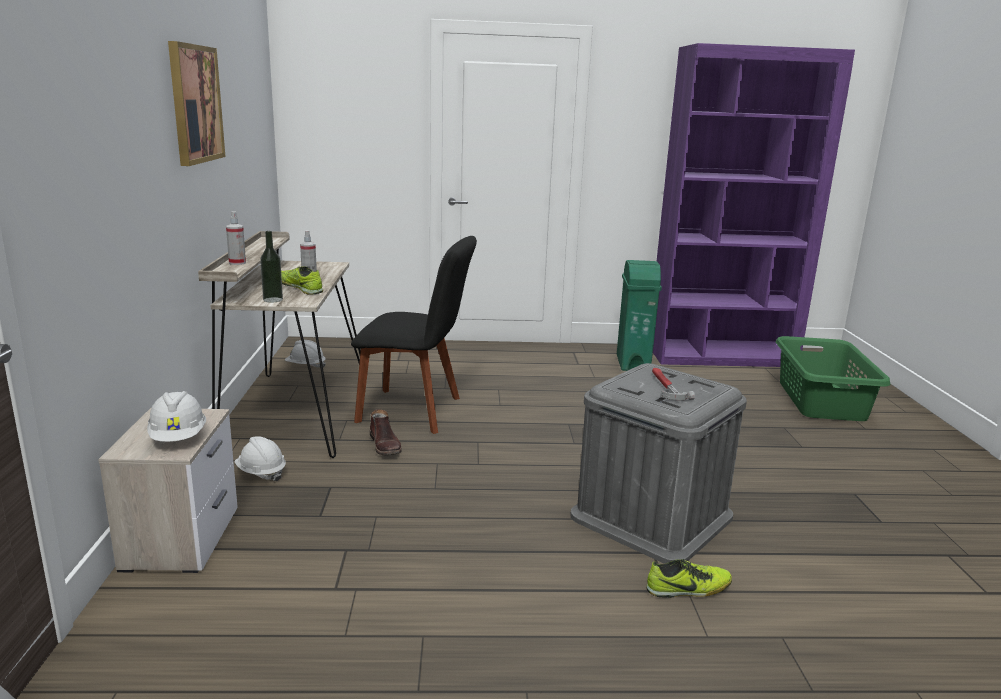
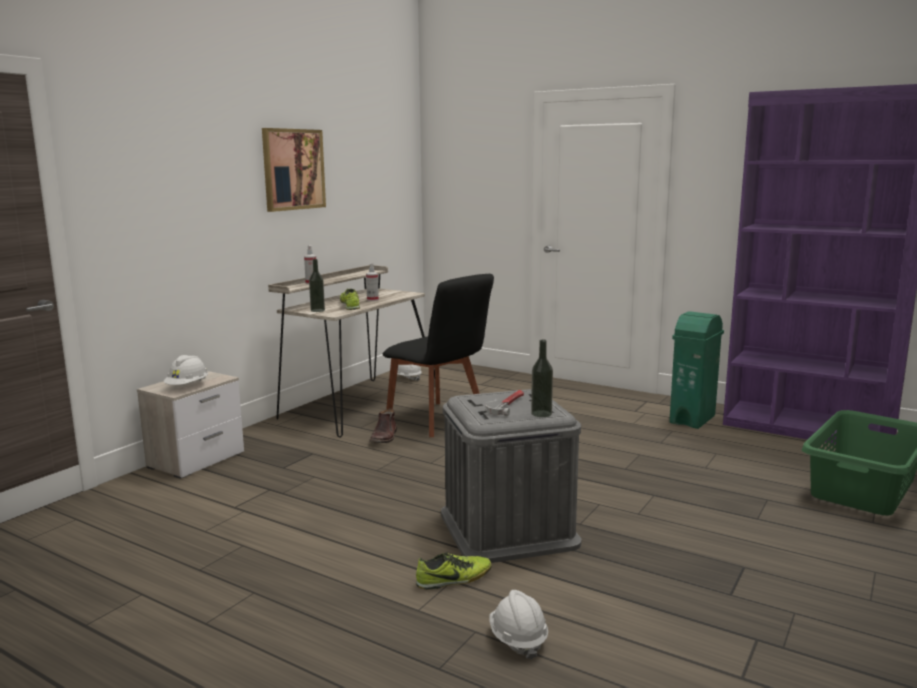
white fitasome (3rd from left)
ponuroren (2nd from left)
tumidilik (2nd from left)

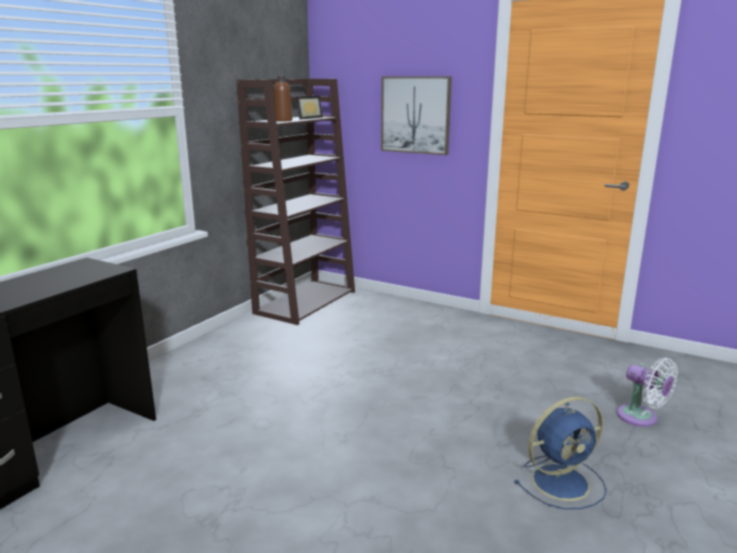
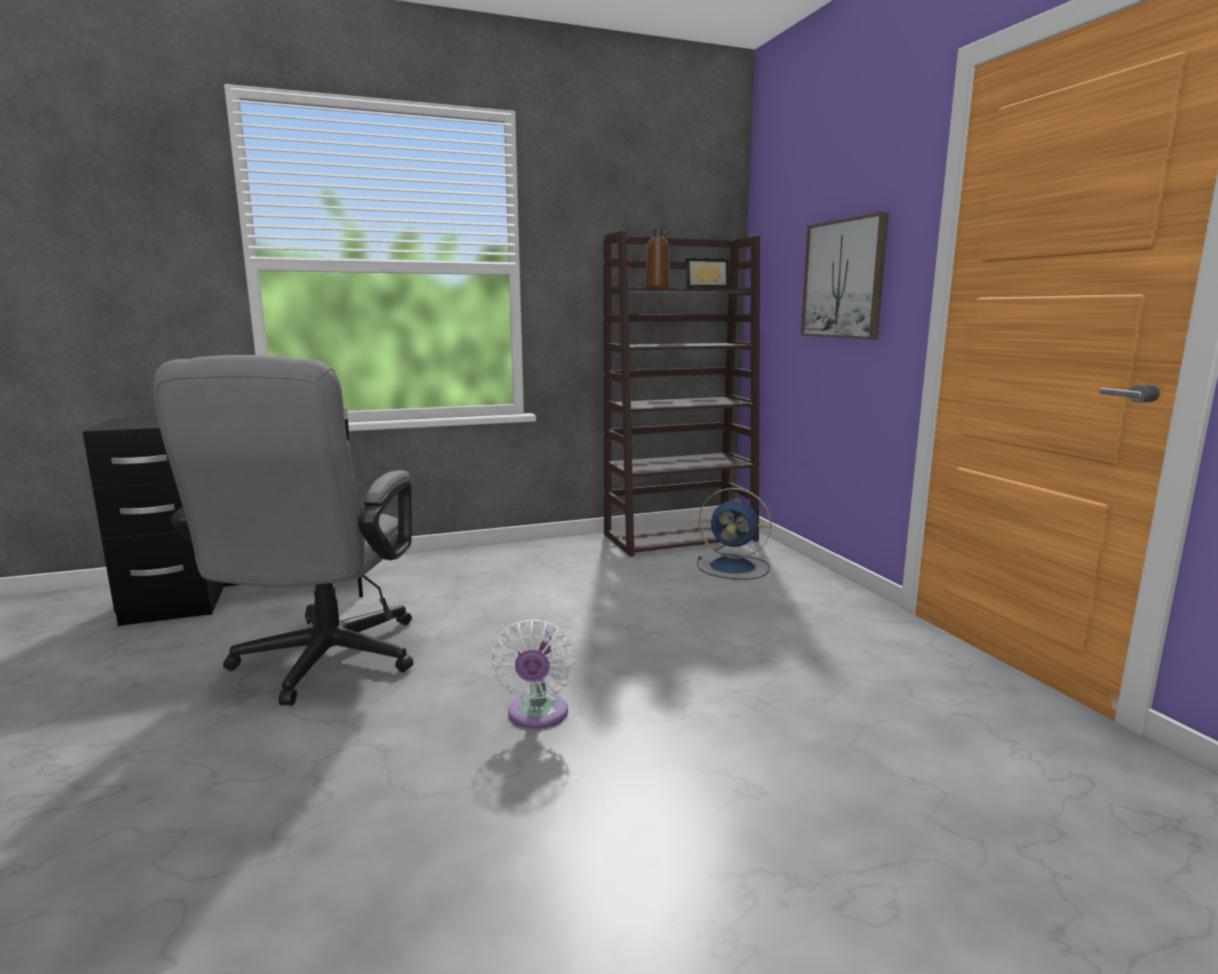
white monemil
blue monemil
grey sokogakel

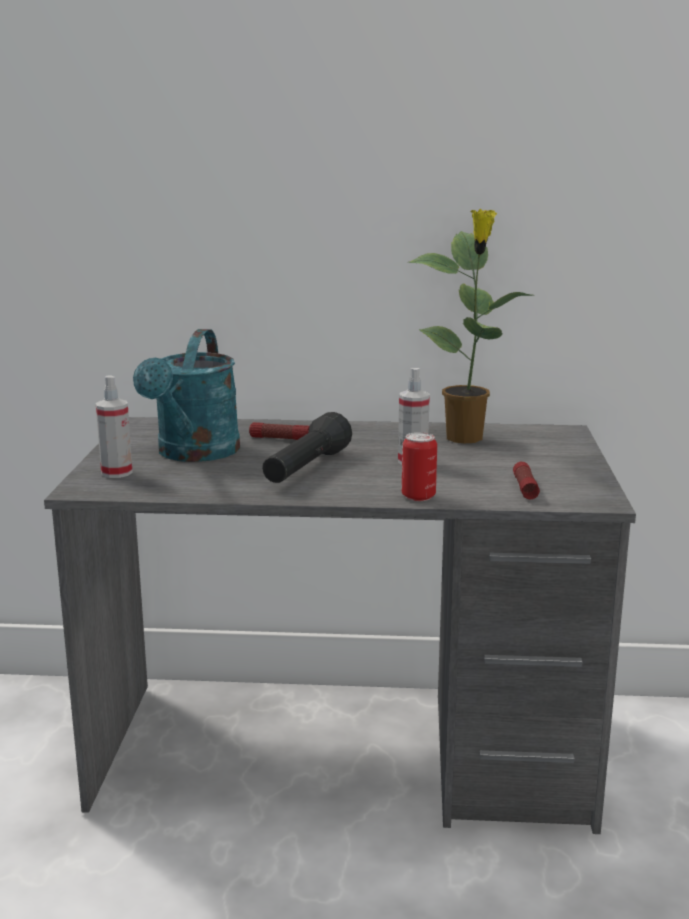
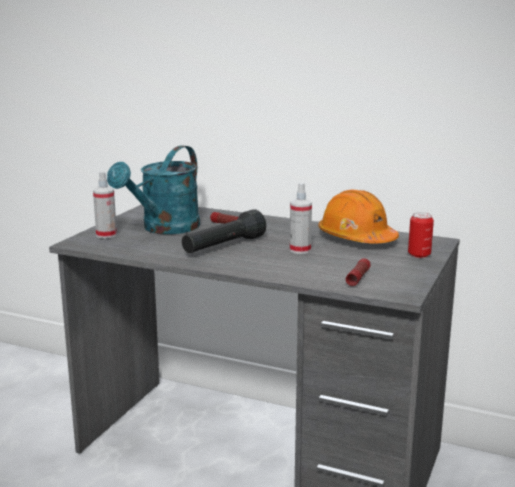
orange fitasome
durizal

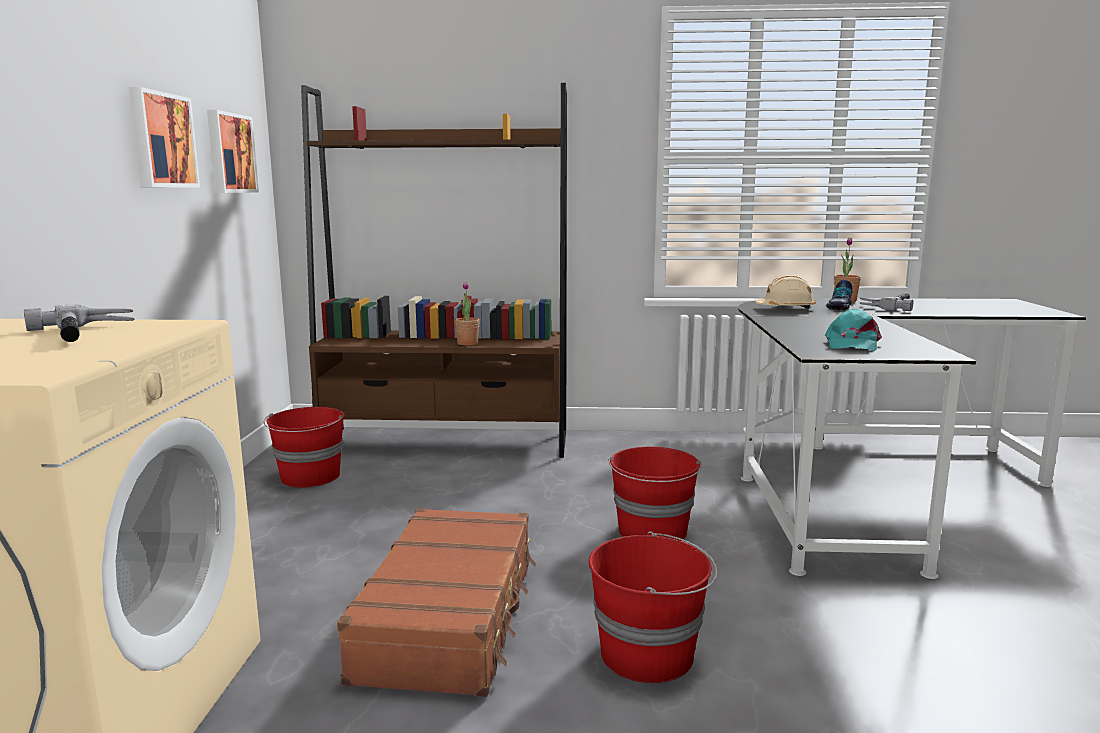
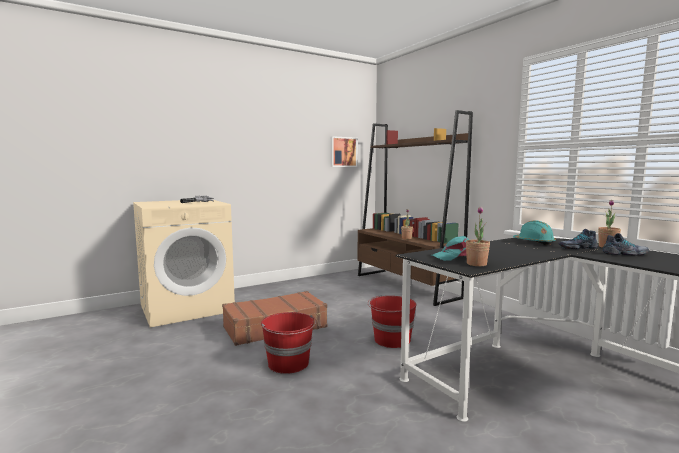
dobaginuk (1st from left in the first image)
turquoise fitasome
ponuroren (2nd from left)
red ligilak (1st from left in the first image)
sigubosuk (2nd from left)

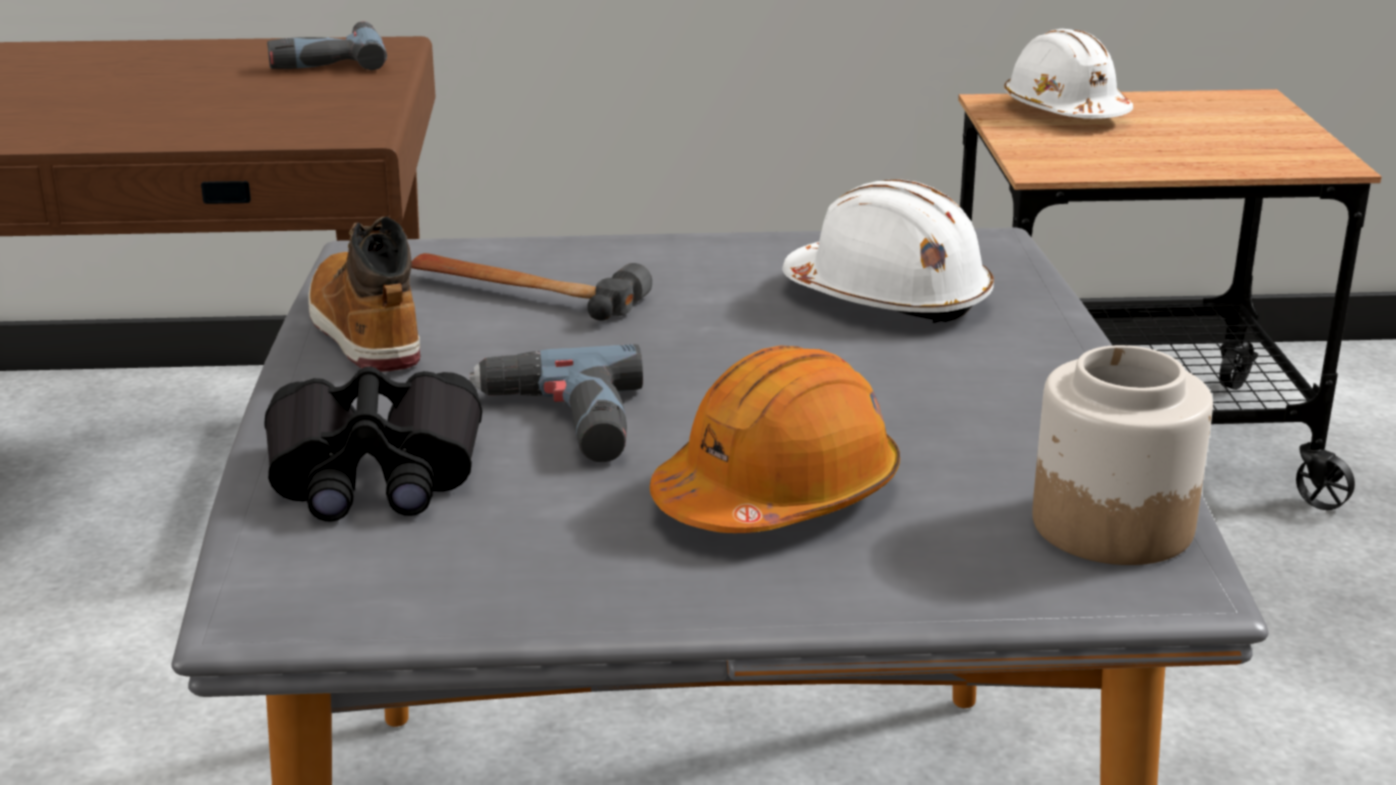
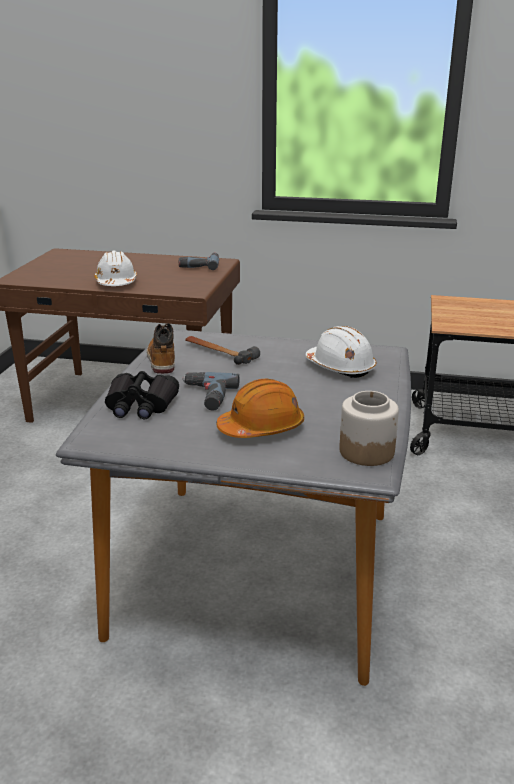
white fitasome (1st from left)

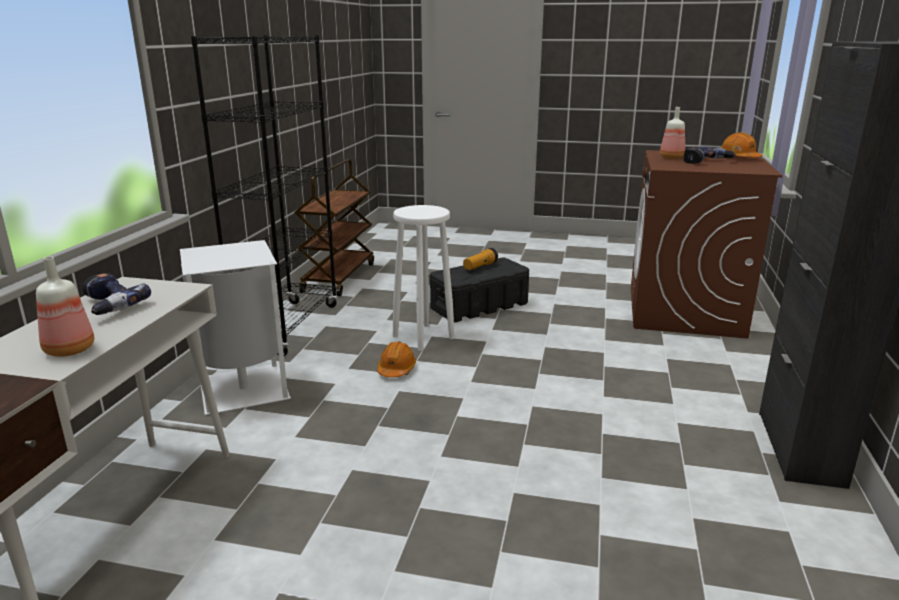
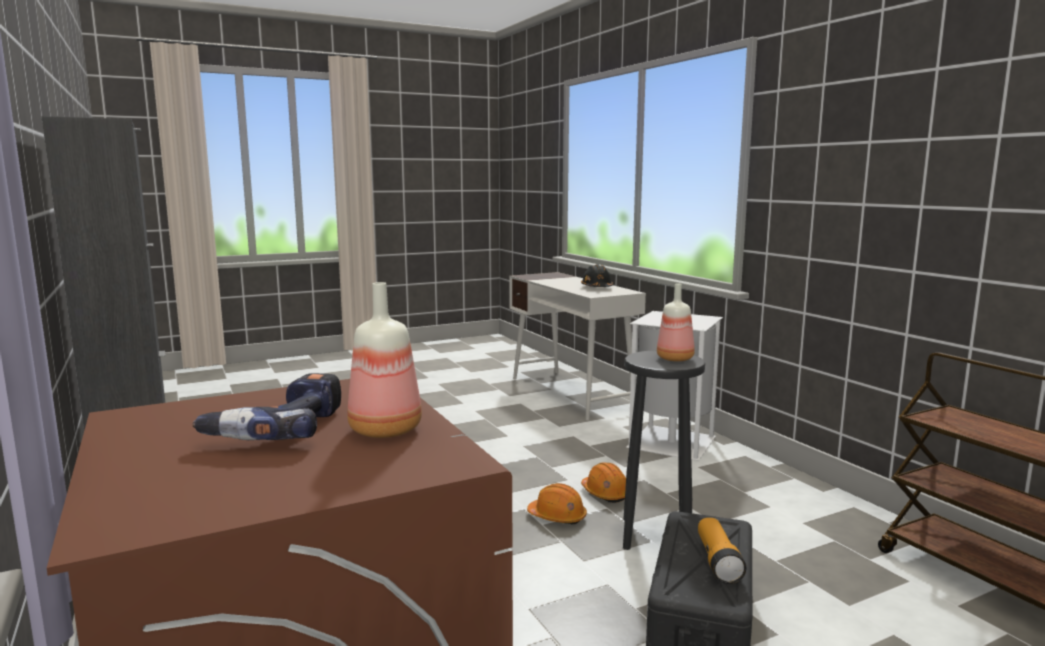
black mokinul
orange fitasome (1st from left)
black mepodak
tumidilik (2nd from left)
black fitasome

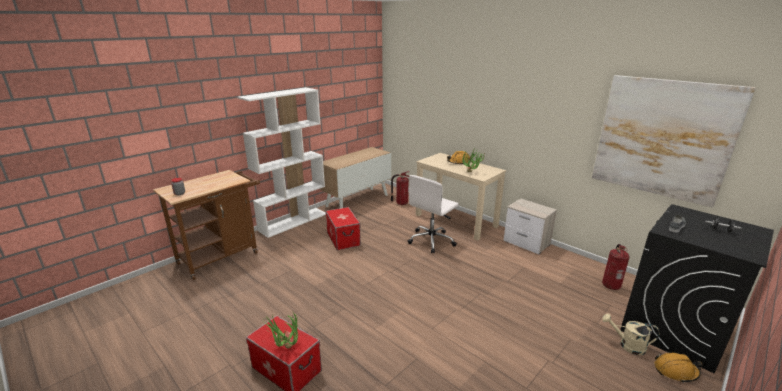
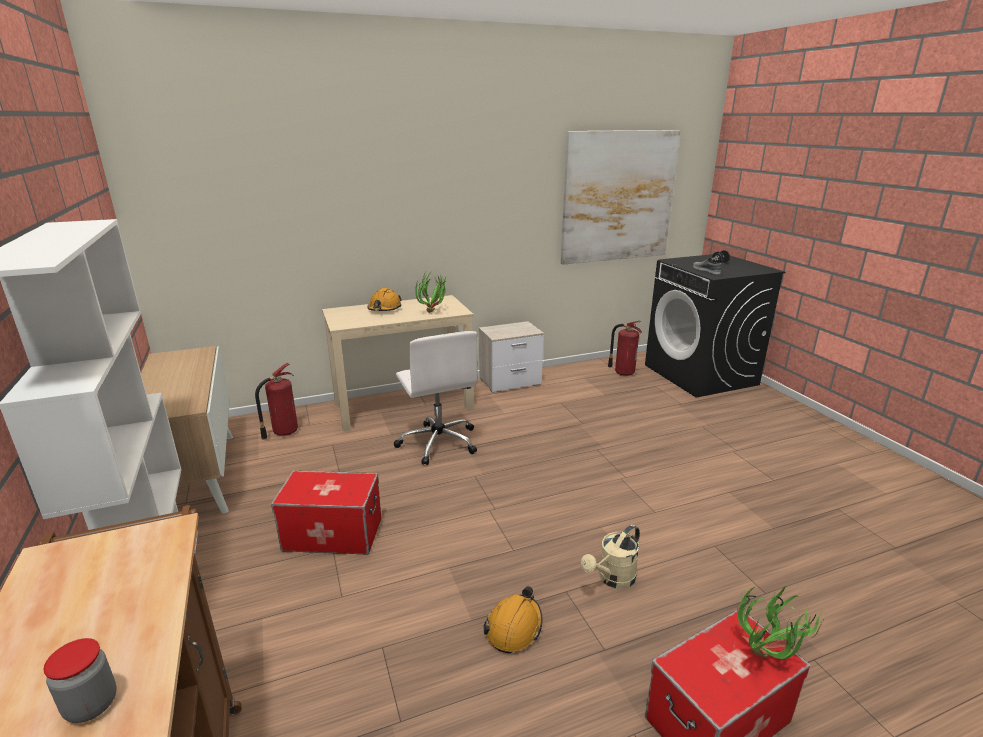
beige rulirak
orange fitasome (2nd from left)

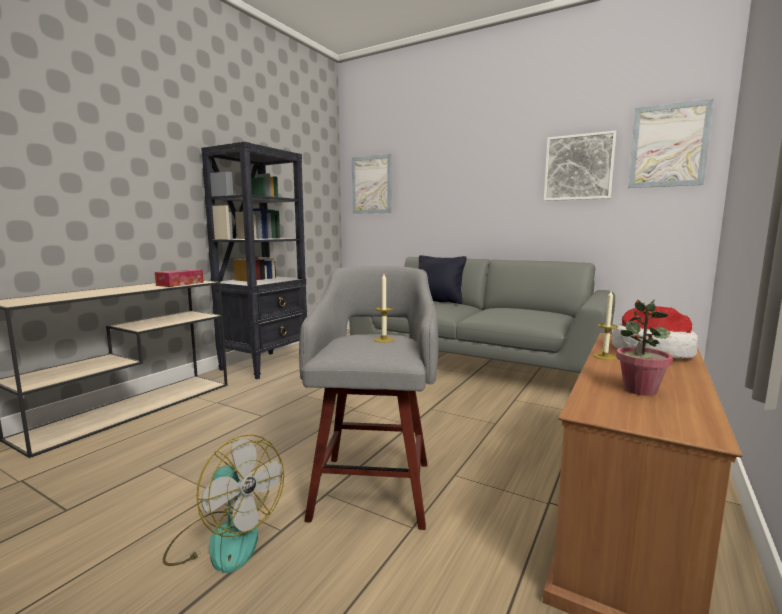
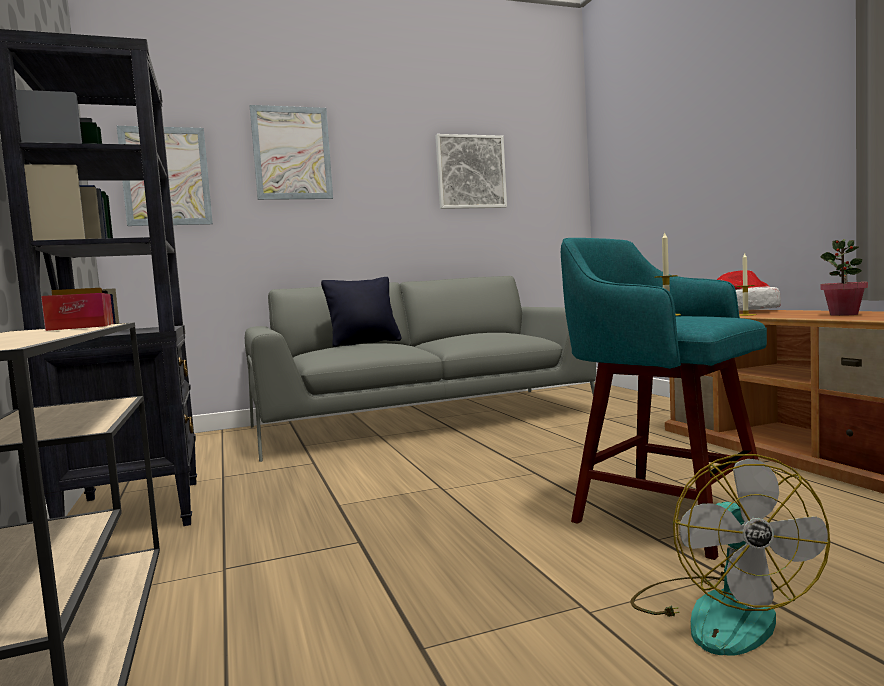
dobaginuk (2nd from left)
turquoise mepodak
monemil

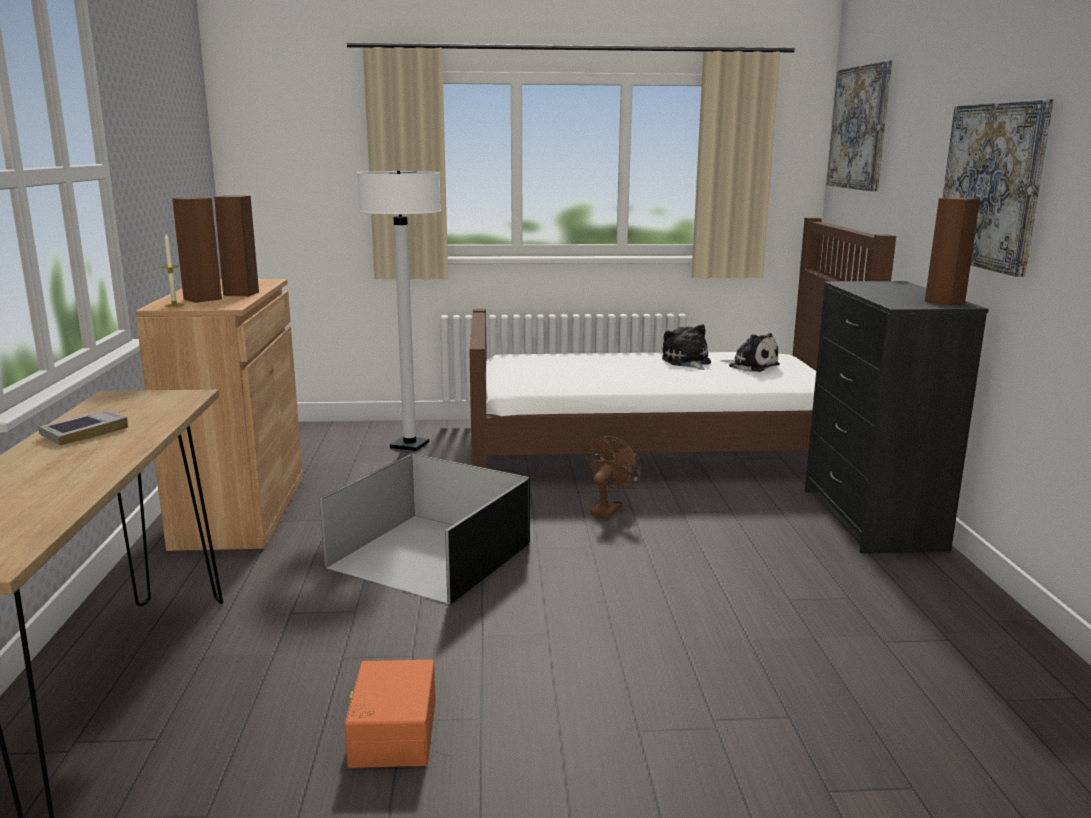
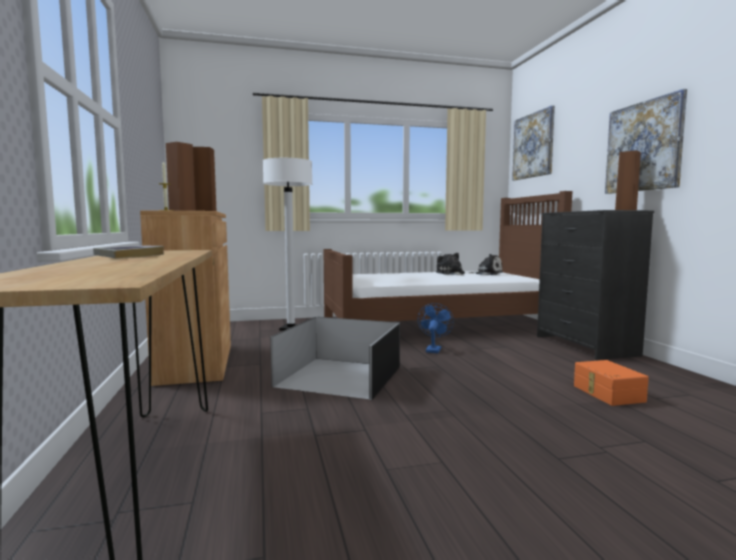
blue monemil
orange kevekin

